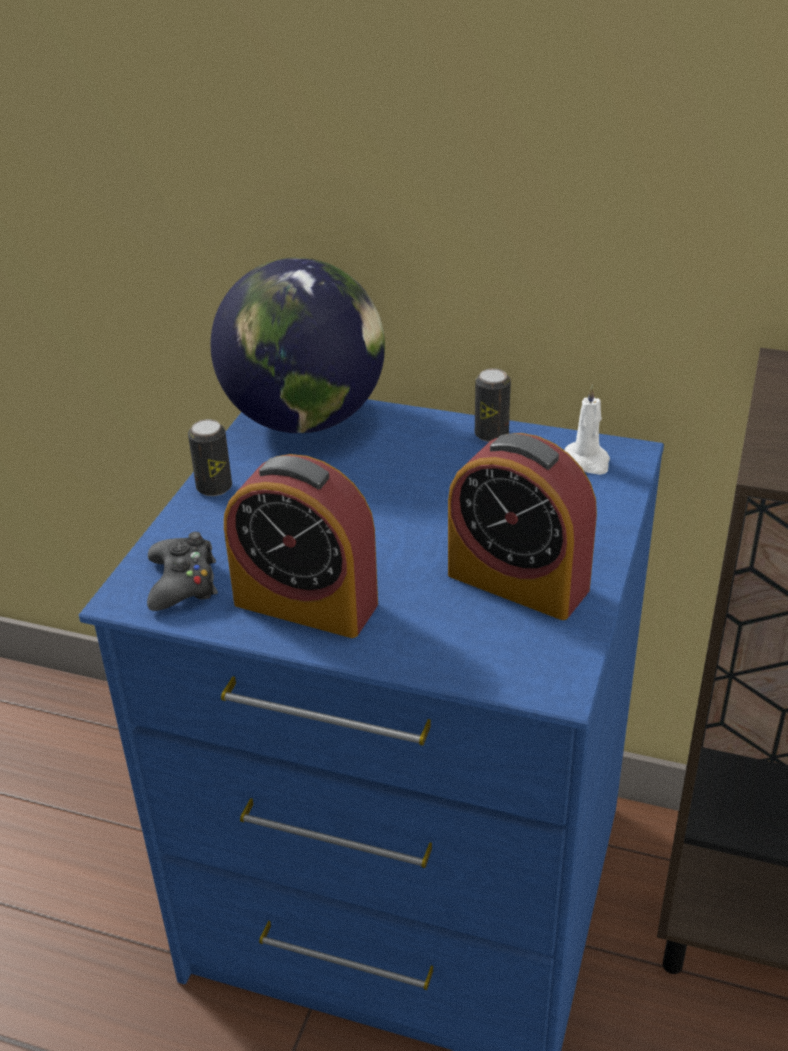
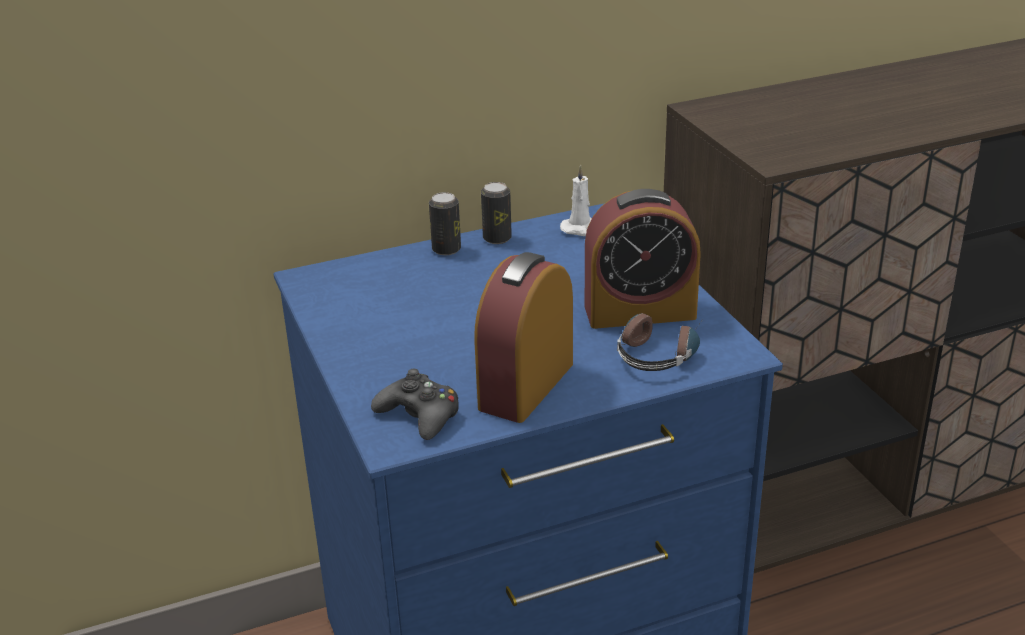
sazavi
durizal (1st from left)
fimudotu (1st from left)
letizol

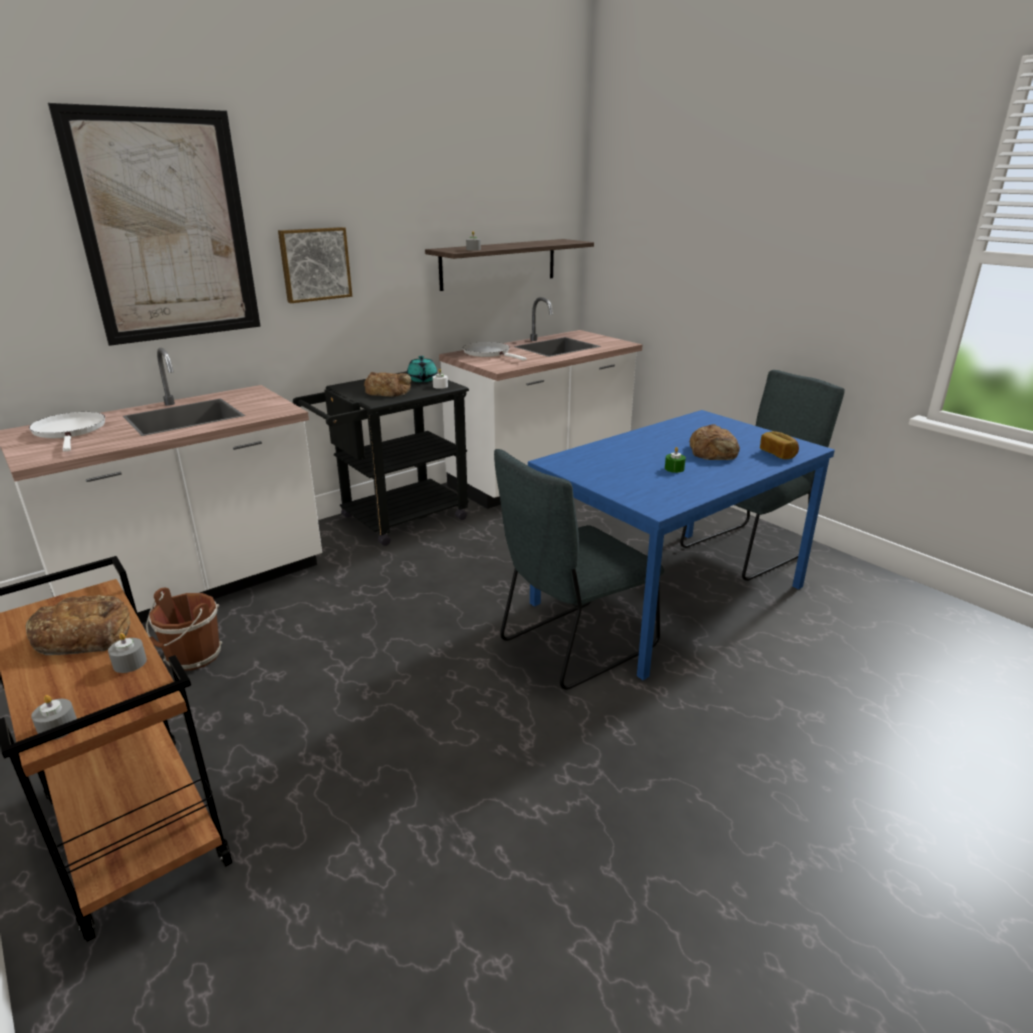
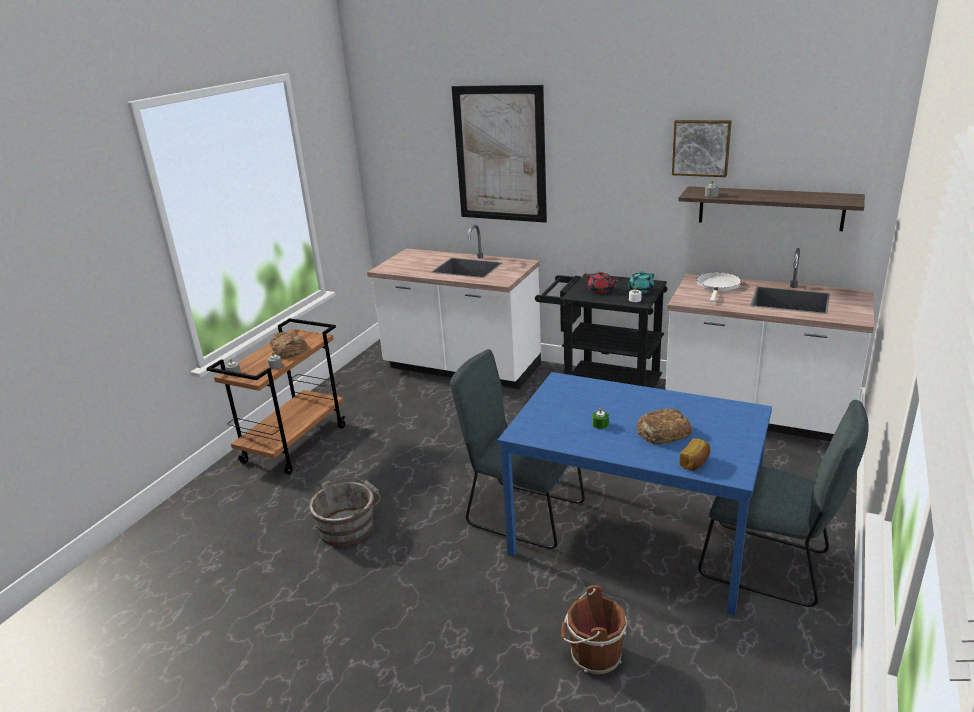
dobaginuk (2nd from left)
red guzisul
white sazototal (1st from left in the first image)
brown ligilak
grey ligilak

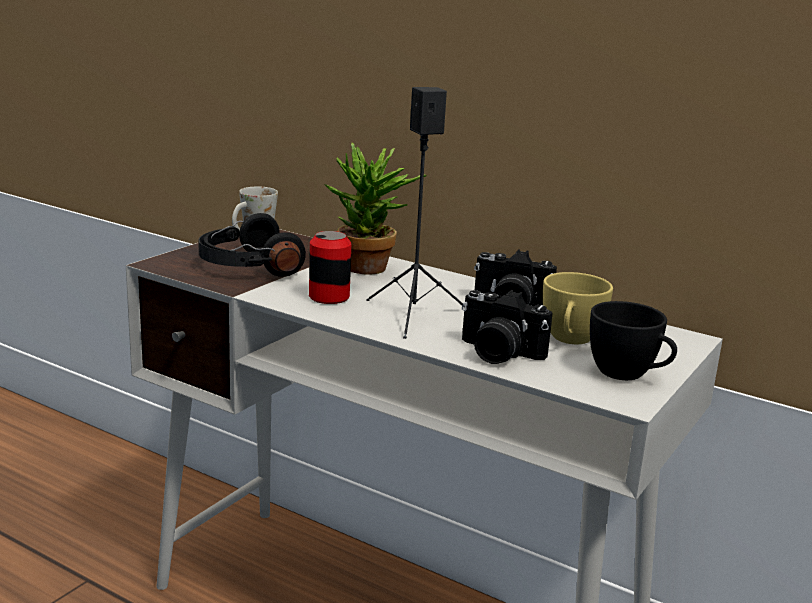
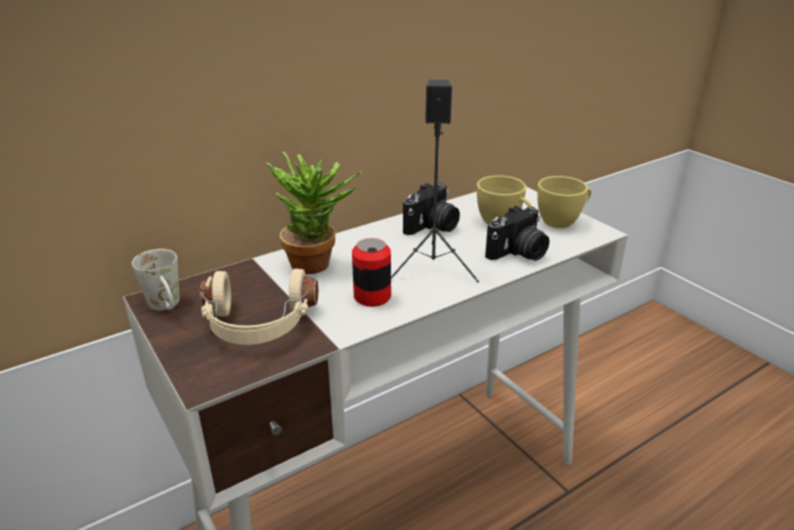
beige letizol
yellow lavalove (2nd from left)

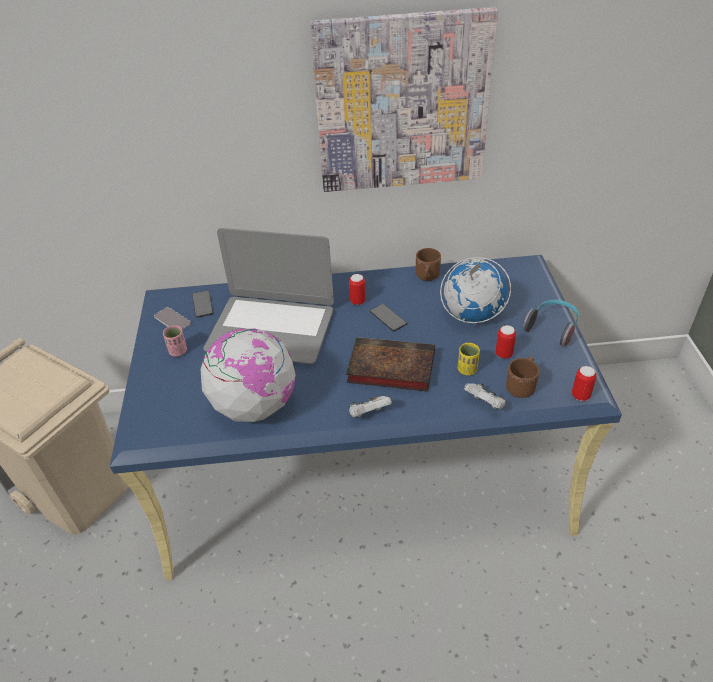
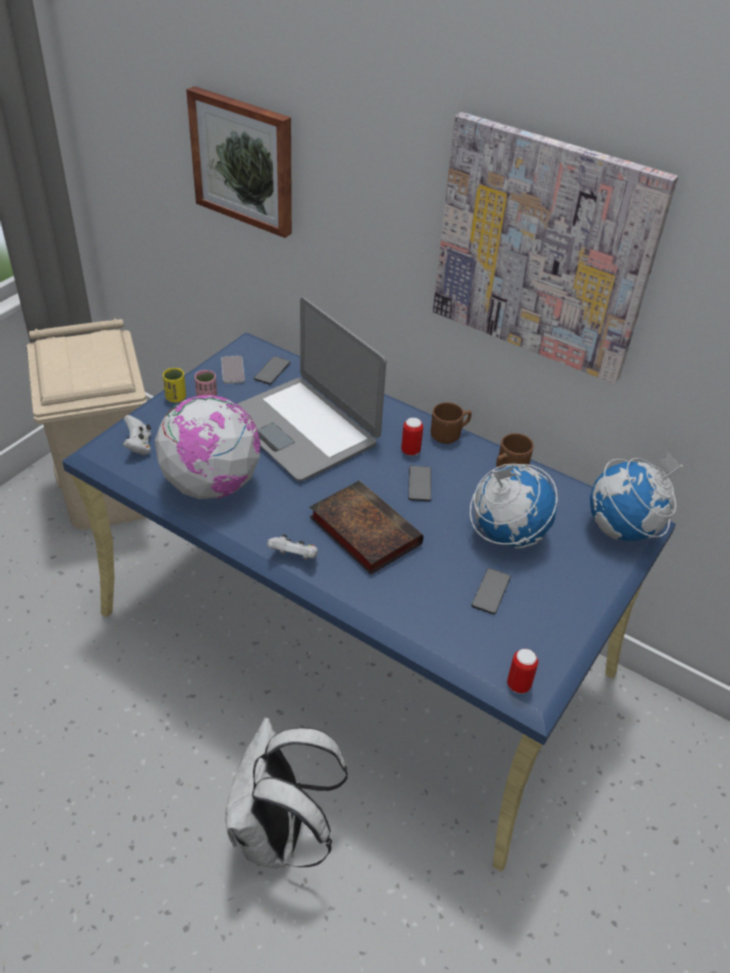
letizol
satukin (4th from left)
yellow lavalove
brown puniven (1st from left)
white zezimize (1st from left)
dobaginuk (1st from left)
sazavi (3rd from left)
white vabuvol

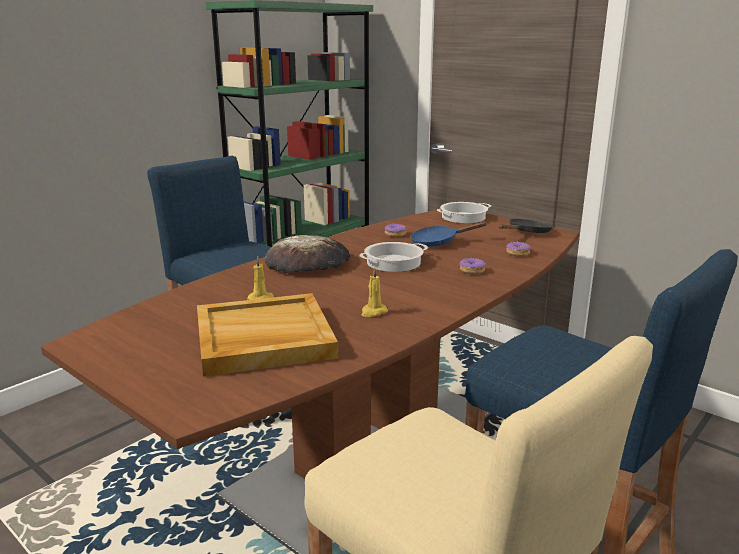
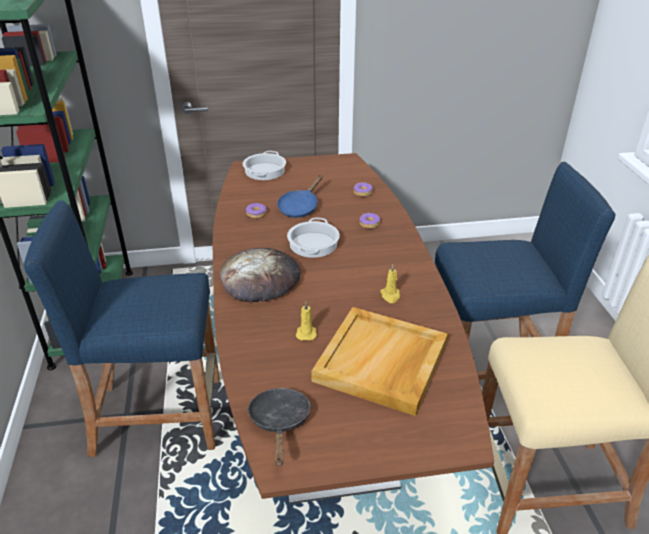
black sazototal

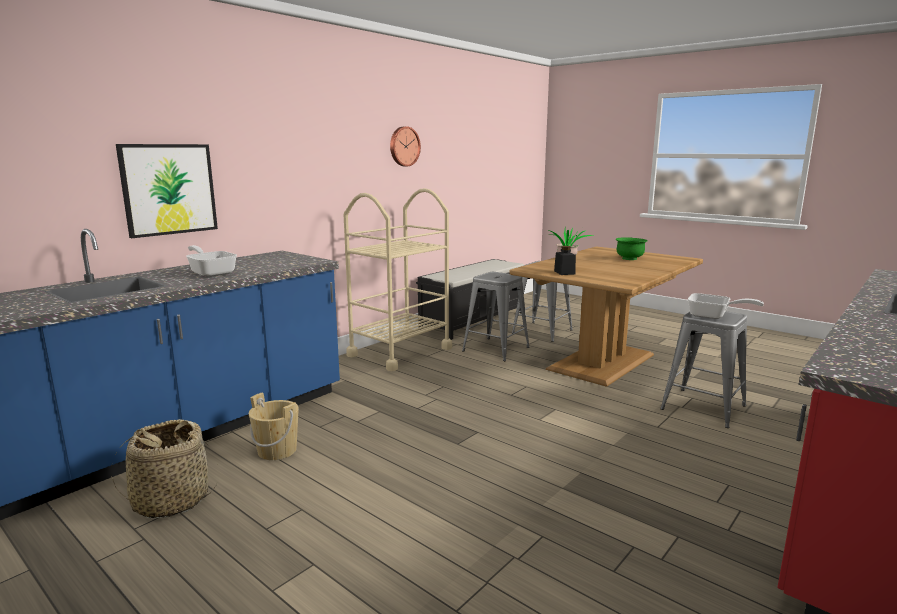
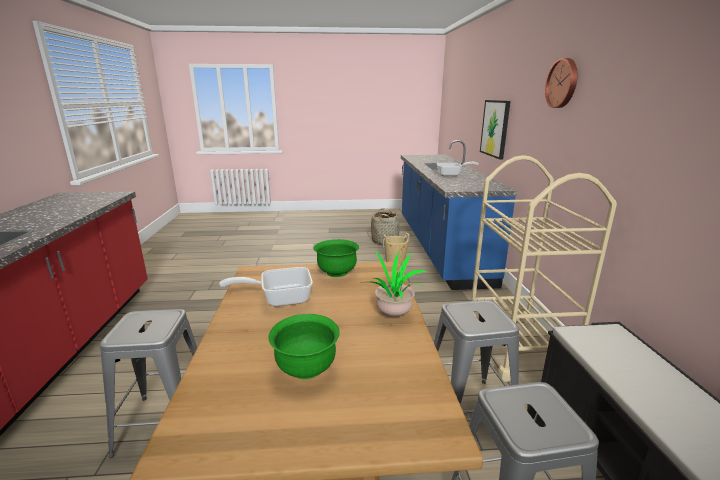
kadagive
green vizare (2nd from left)
sazototal (1st from left)

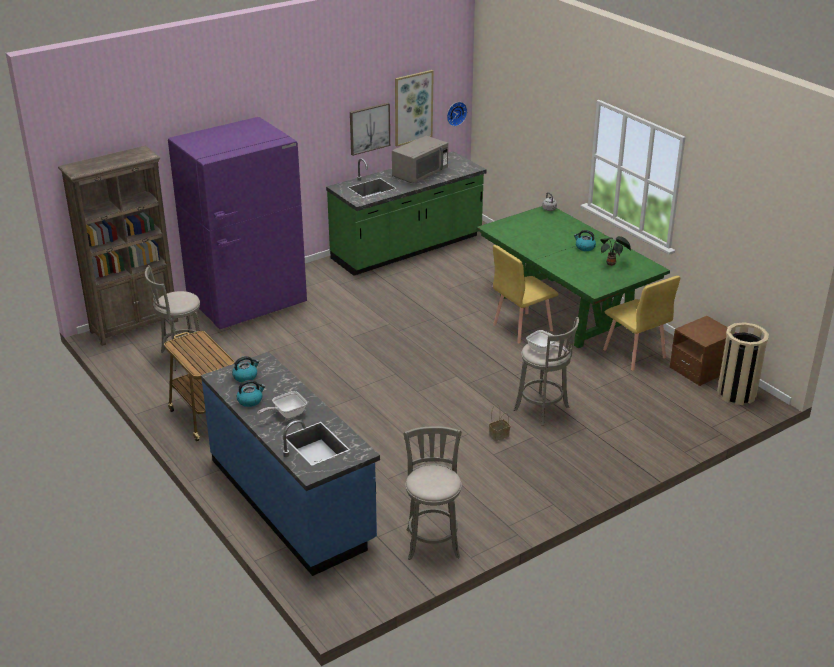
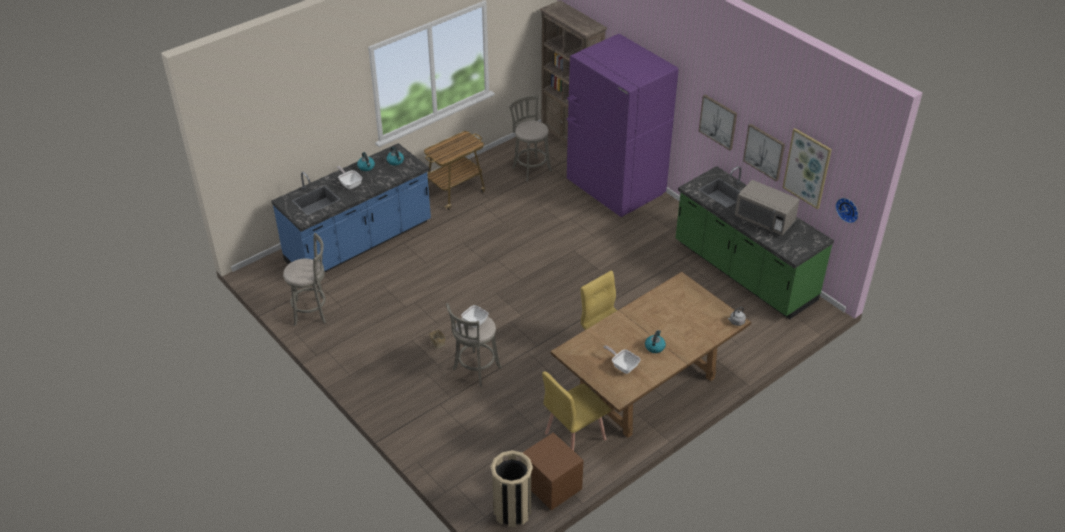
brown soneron
sazototal (3rd from left)
dobaginuk (1st from left)

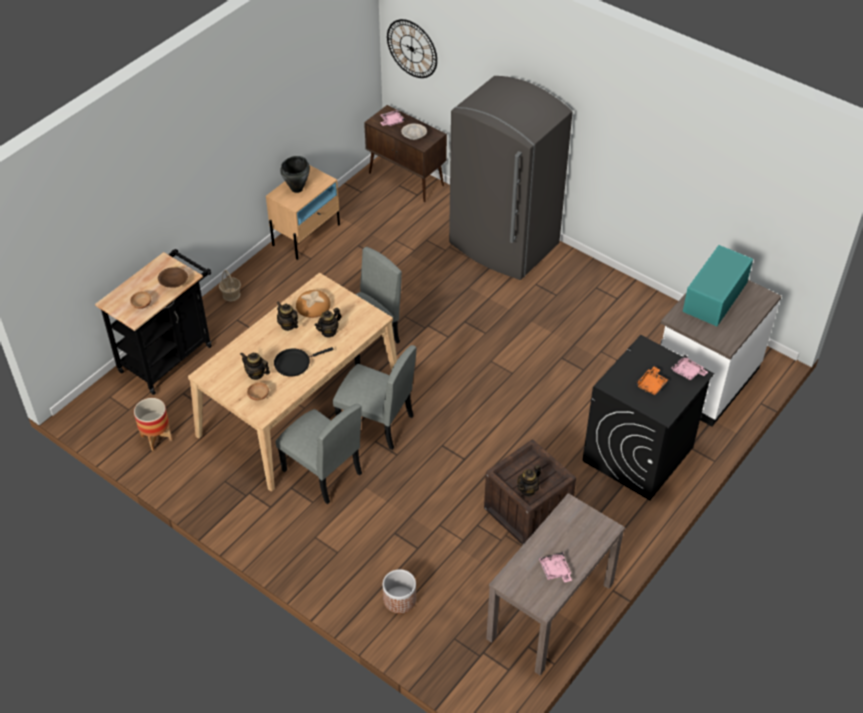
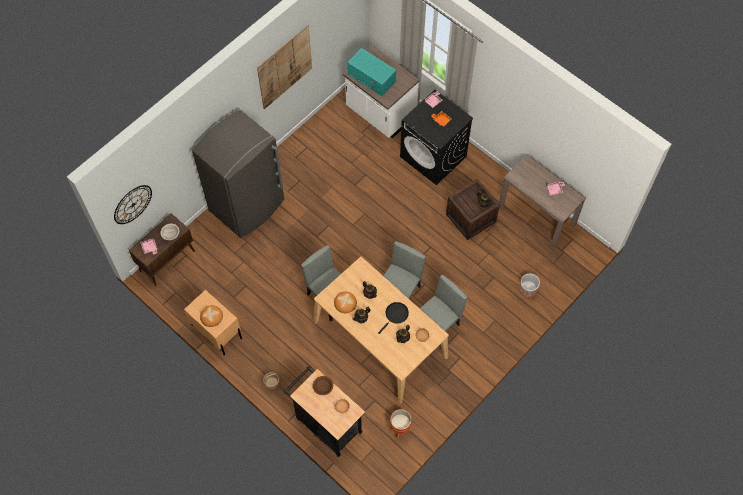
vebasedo (1st from left)
black sazototal
dobaginuk

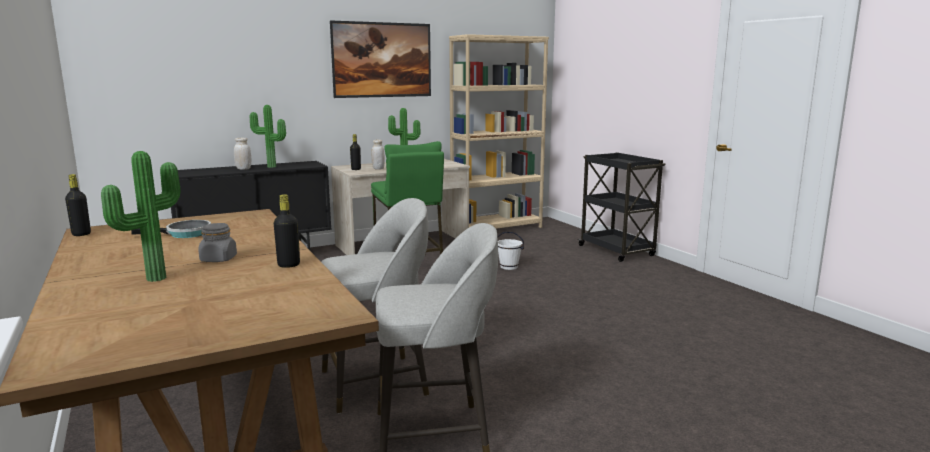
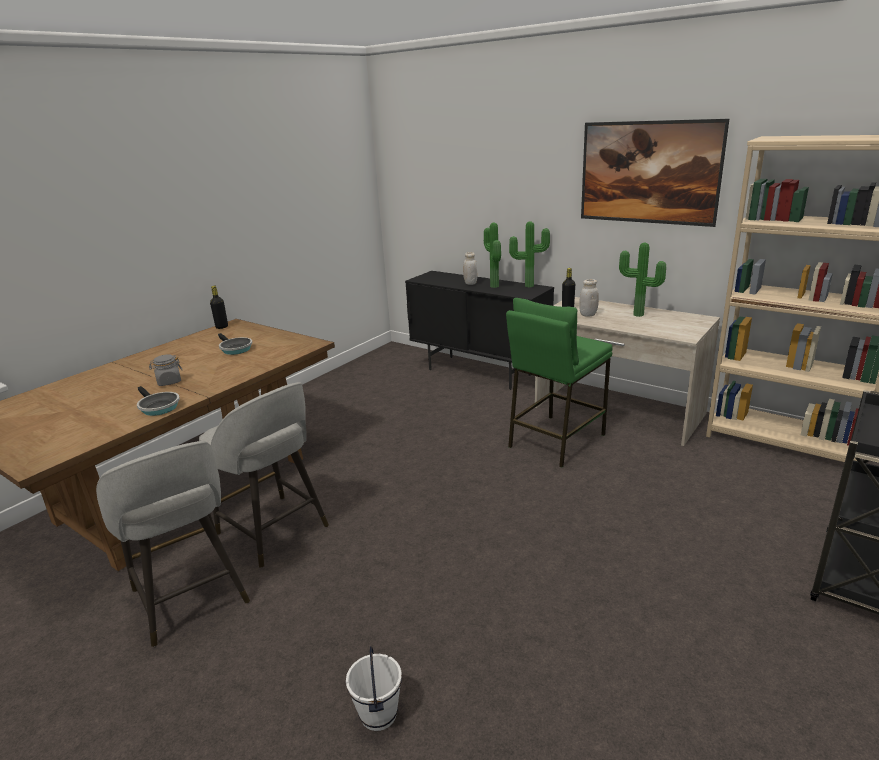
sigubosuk (2nd from left)
sazototal (1st from left)
white ligilak

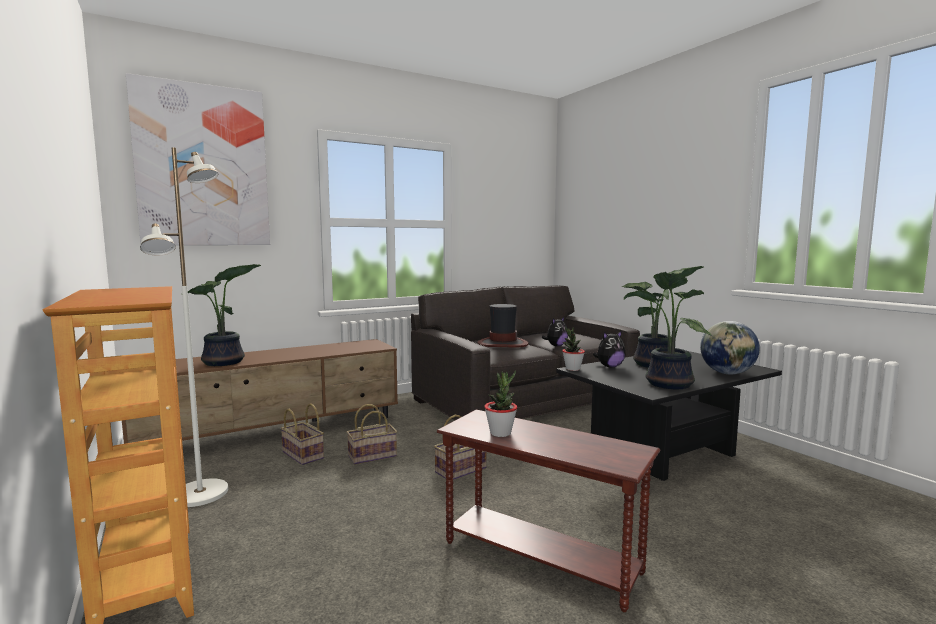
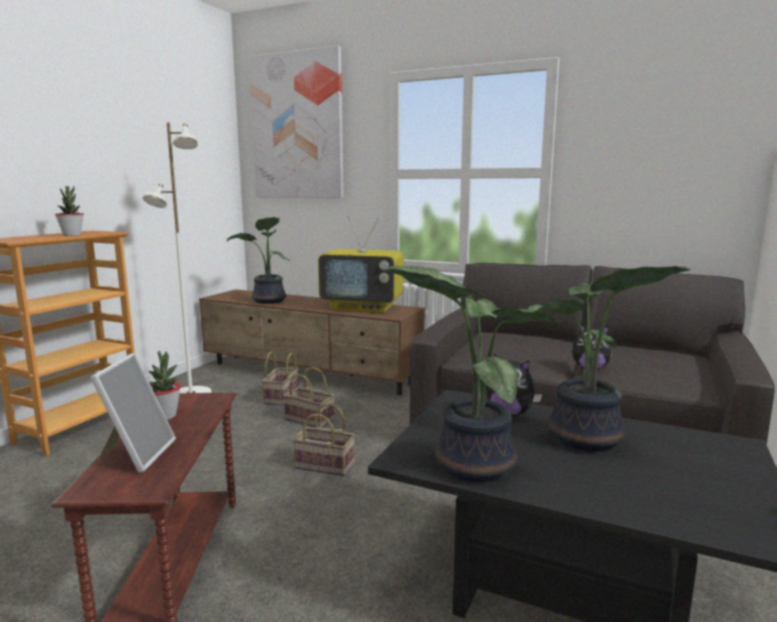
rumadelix
sazavi
sigubosuk (1st from left)
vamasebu
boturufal

